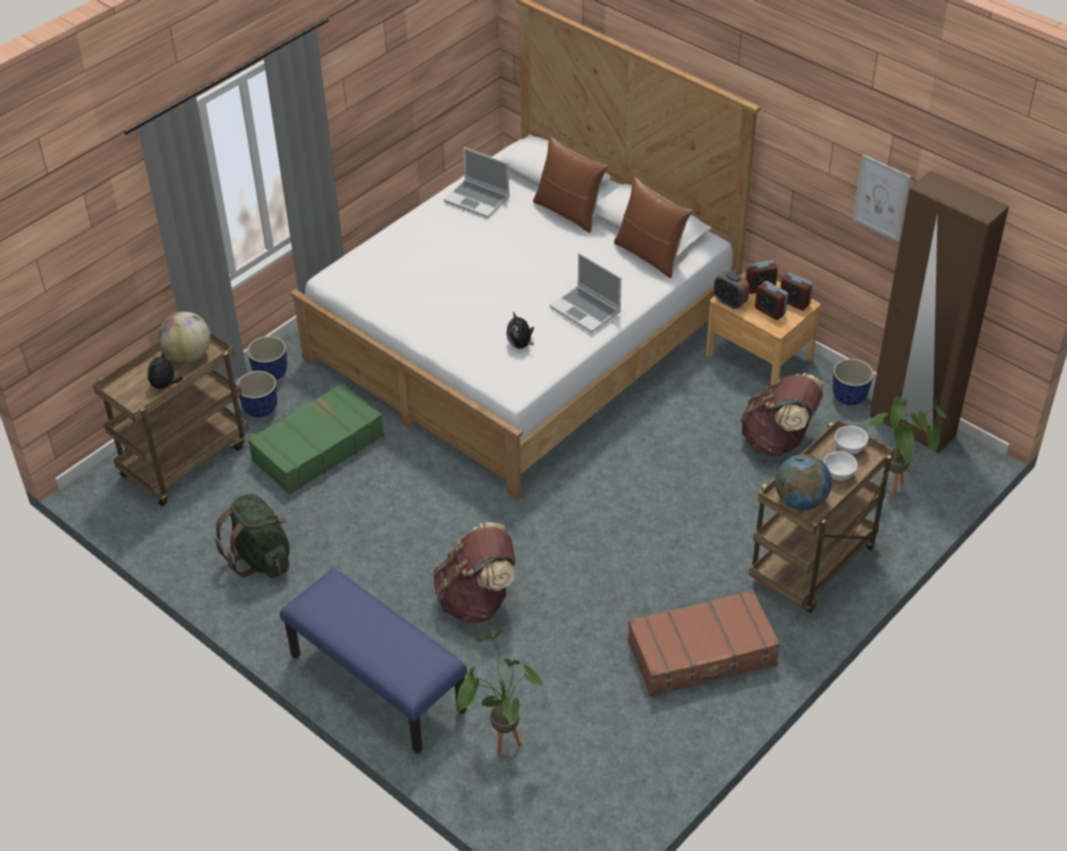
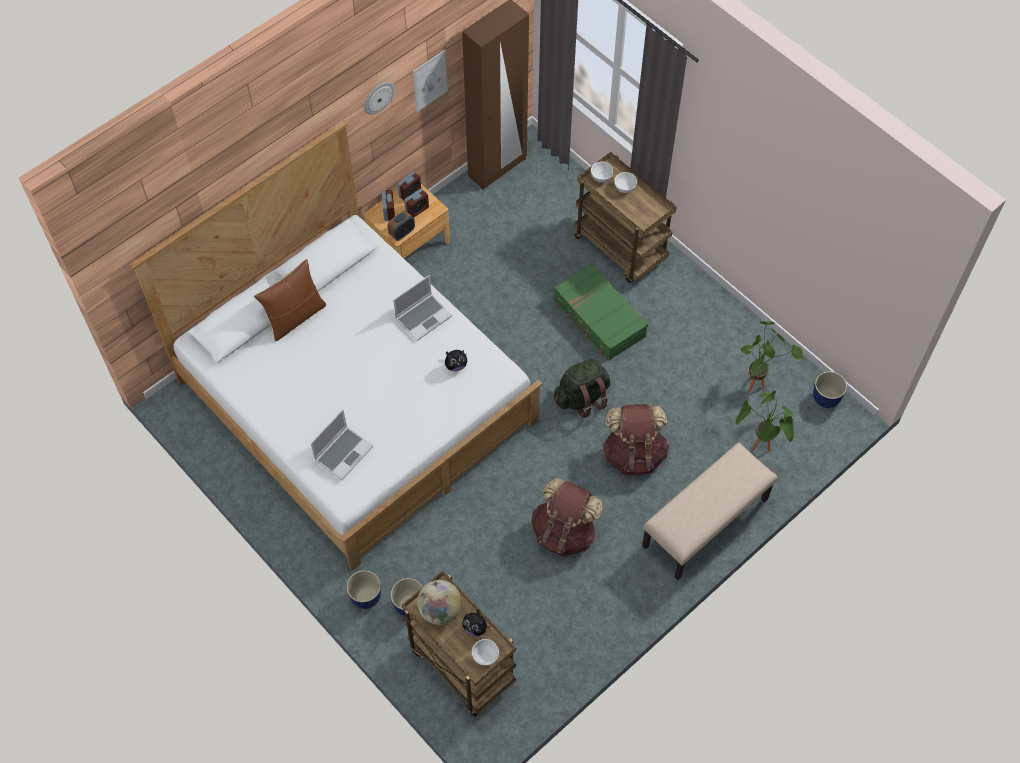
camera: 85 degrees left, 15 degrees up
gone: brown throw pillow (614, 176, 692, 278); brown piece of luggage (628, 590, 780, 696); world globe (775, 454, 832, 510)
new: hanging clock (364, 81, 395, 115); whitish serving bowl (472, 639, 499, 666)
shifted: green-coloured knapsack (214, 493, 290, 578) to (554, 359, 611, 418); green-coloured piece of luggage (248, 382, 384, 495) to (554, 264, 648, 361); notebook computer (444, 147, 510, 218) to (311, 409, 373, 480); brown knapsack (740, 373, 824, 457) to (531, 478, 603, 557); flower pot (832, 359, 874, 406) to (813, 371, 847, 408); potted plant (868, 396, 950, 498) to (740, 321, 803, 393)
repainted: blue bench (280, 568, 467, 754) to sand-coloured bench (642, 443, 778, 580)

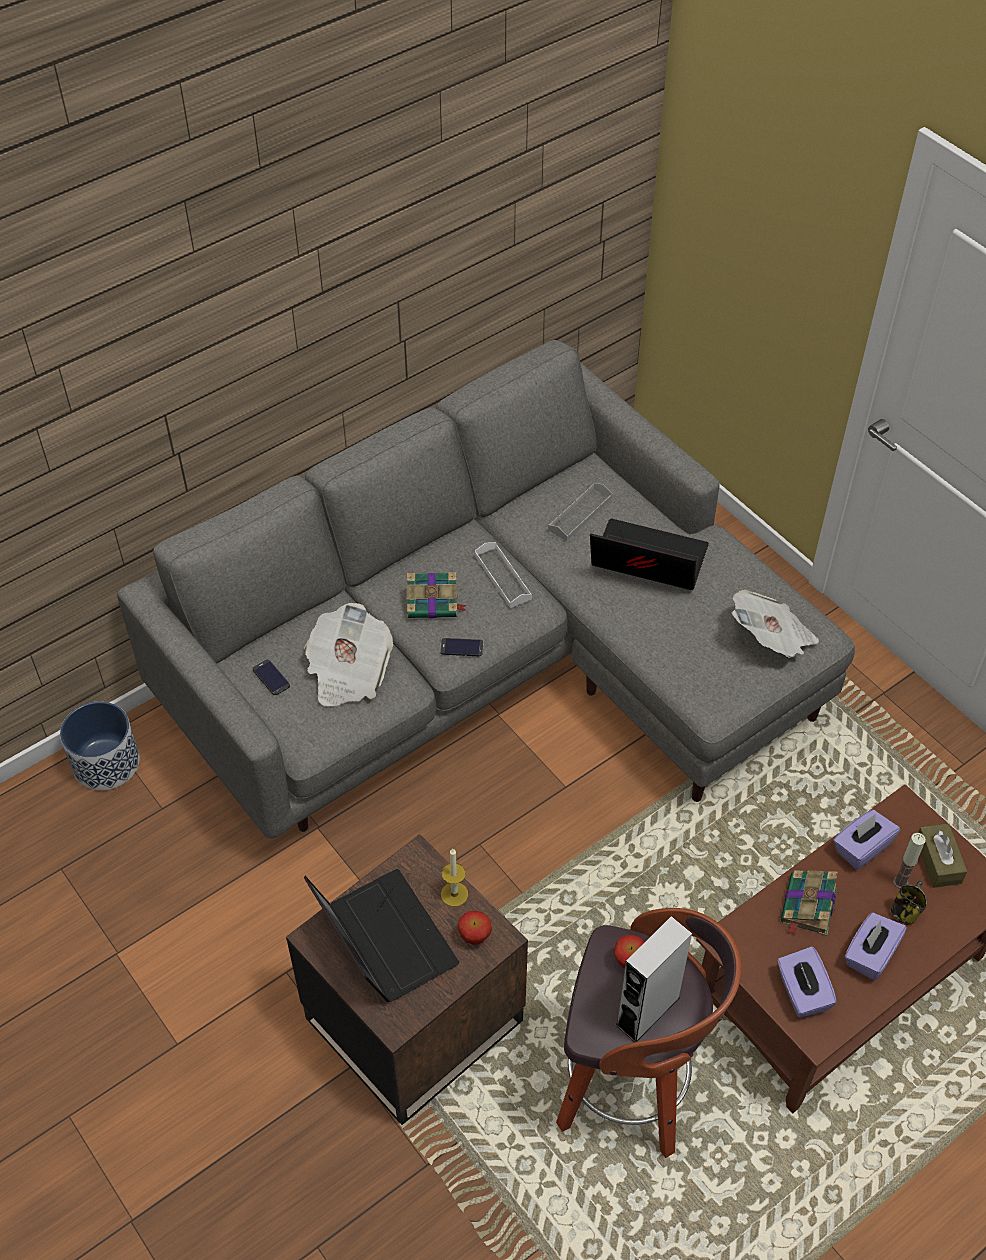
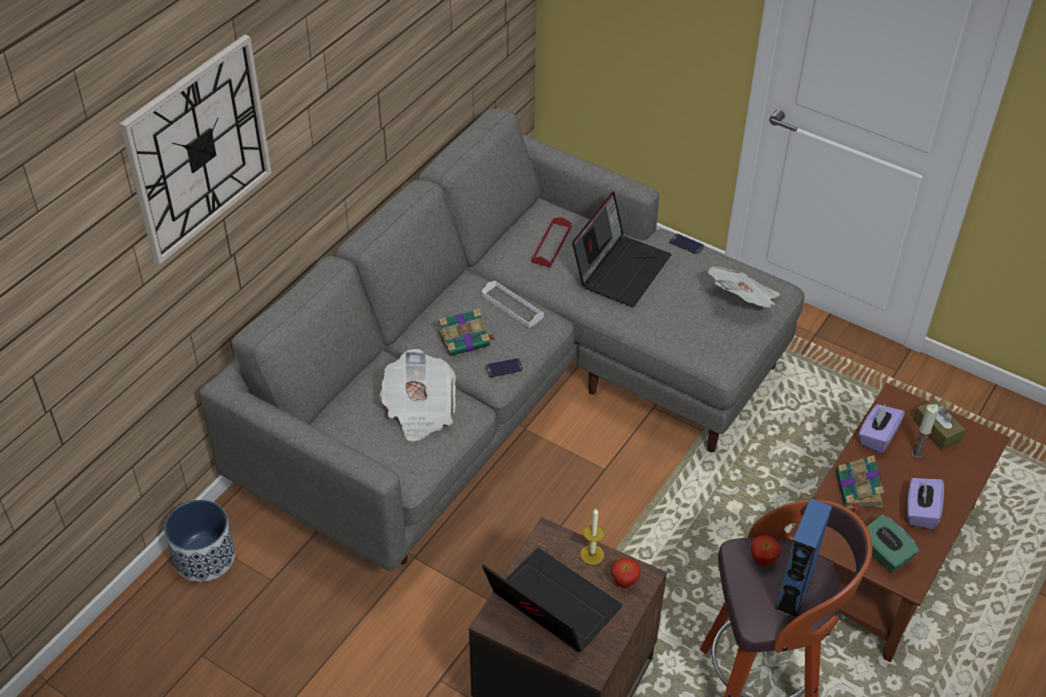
camera: 20 degrees left, 5 degrees down
gone: coffee mug (891, 881, 927, 925)
new: hanging clock (120, 34, 272, 265)
shifted: phone (252, 659, 290, 695) to (669, 233, 704, 254)
repainted: greyish carrying tray (548, 483, 612, 541) to red-coloured carrying tray (532, 217, 572, 268); greyish speaker (615, 916, 692, 1042) to blue speaker (775, 498, 832, 618); purple-coloured tissue holder (777, 946, 837, 1018) to green-coloured tissue holder (867, 514, 919, 572)
rotated: notebook computer (590, 519, 709, 590) = (572, 191, 672, 307) 120 degrees clockwise

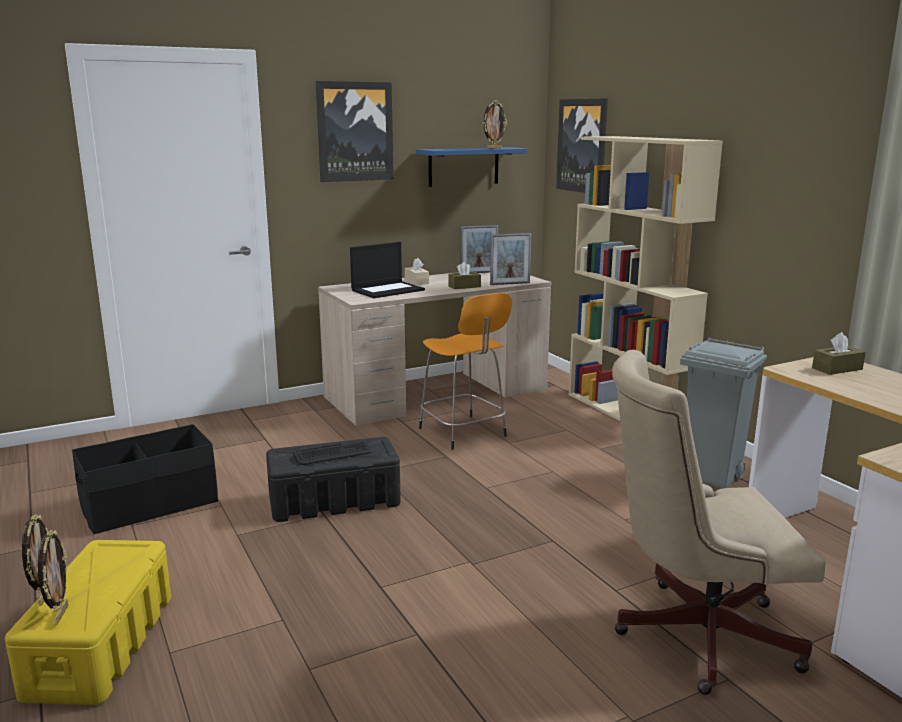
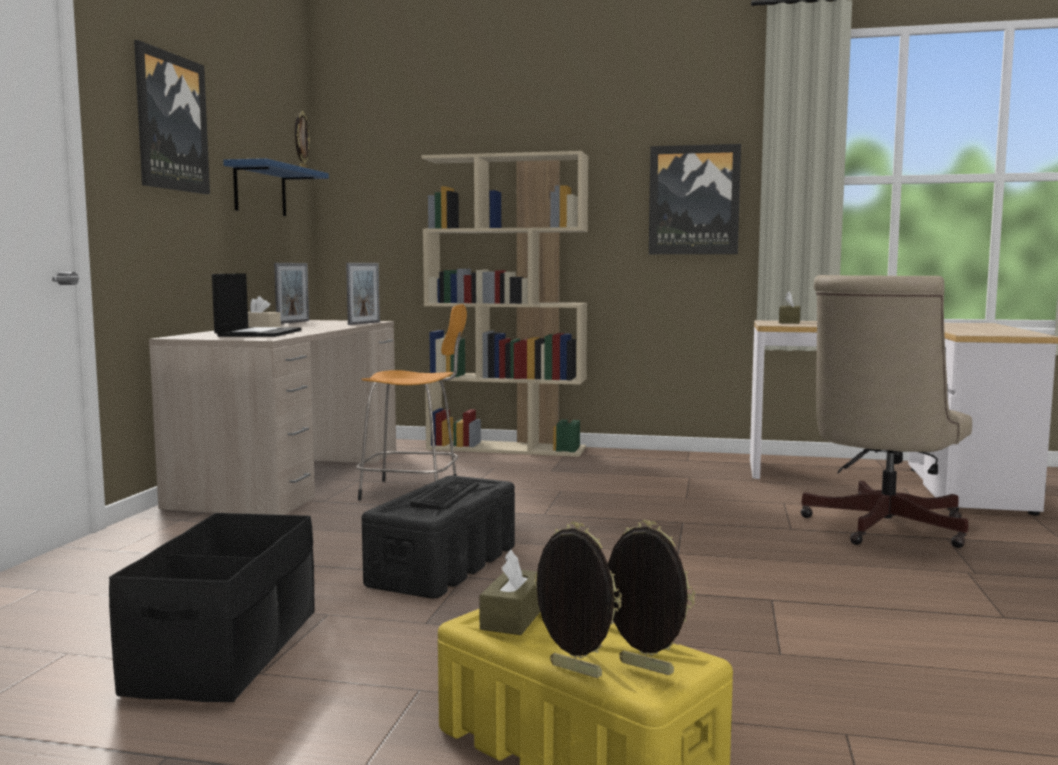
camera: 50 degrees left, 10 degrees down
gone: greyish rubbish bin (680, 338, 767, 489)
shifted: brown tissue holder (448, 262, 481, 289) to (479, 549, 540, 635); wall picture (556, 98, 608, 193) to (649, 144, 741, 254)

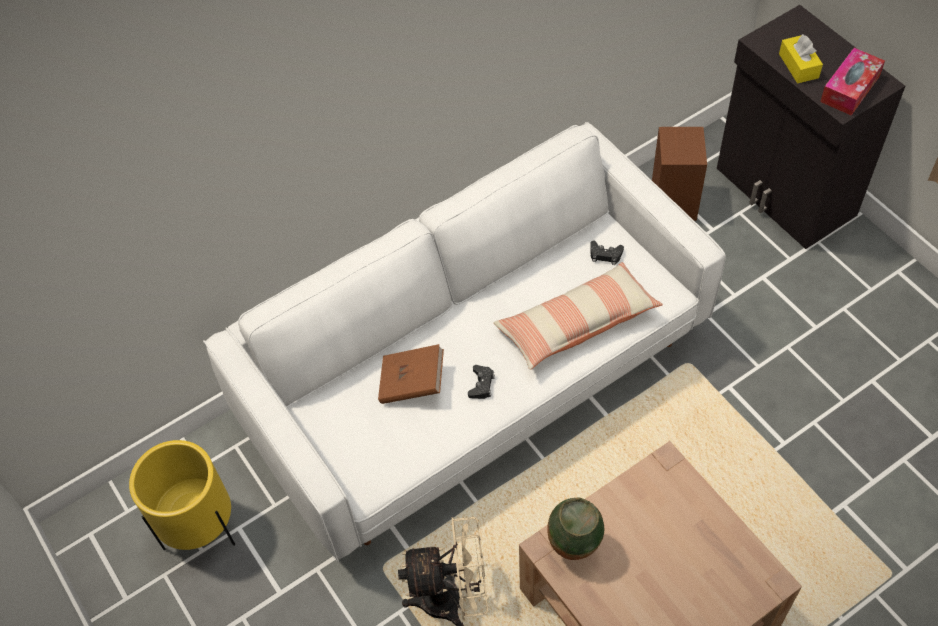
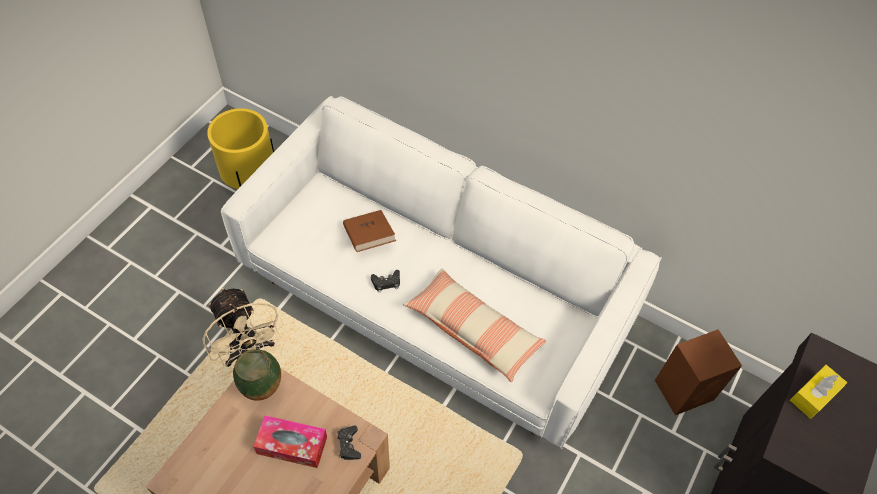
camera: 60 degrees right, 0 degrees up
shifted: black joypad (590, 241, 624, 265) to (337, 425, 361, 460); tissue holder (820, 48, 885, 115) to (253, 415, 327, 468)

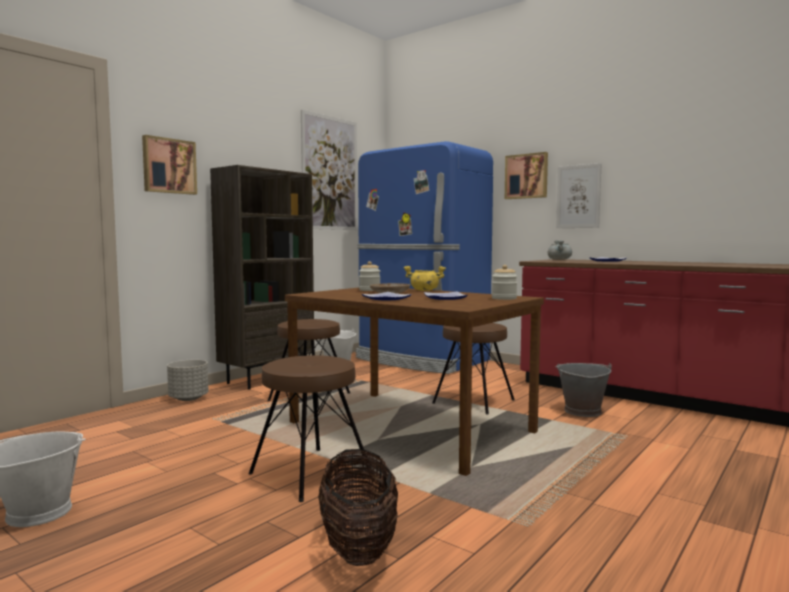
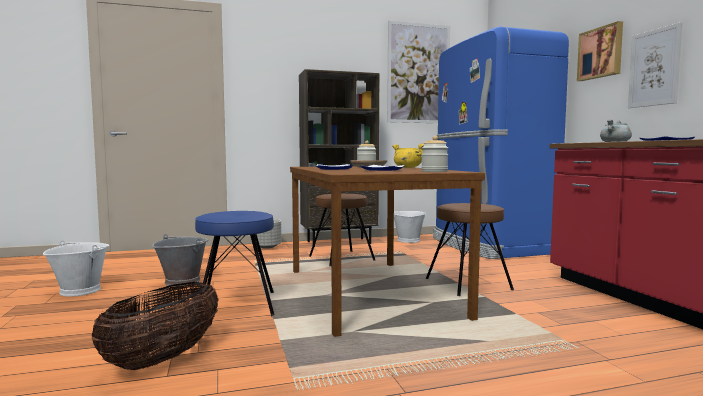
camera: 35 degrees right, 0 degrees up
gone: wall picture (142, 135, 197, 195)
shifted: greyish pail (556, 363, 612, 417) to (152, 234, 208, 287)
repainted: brown sitting stool (249, 355, 371, 502) to blue sitting stool (195, 211, 275, 316)

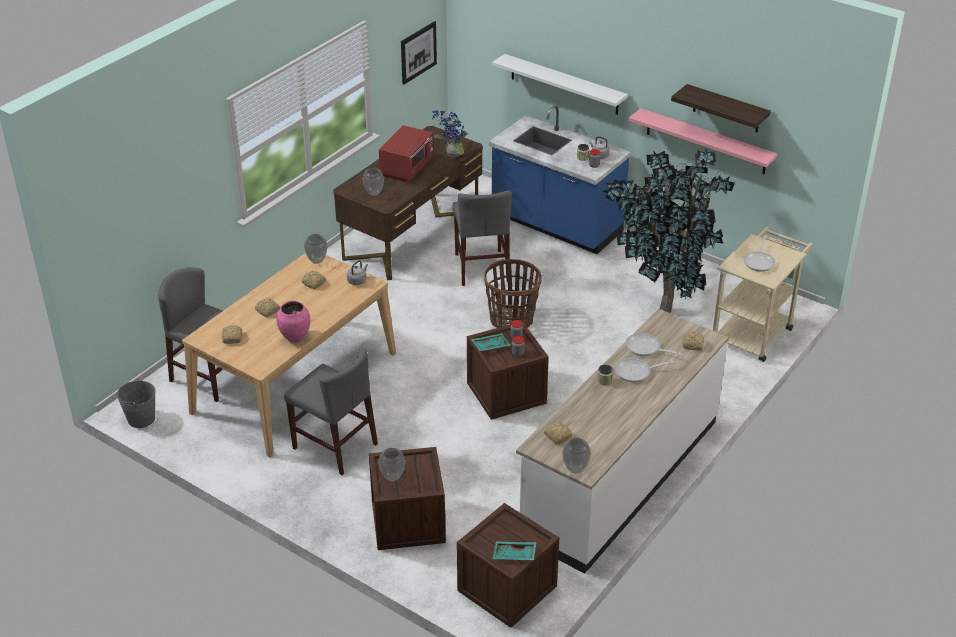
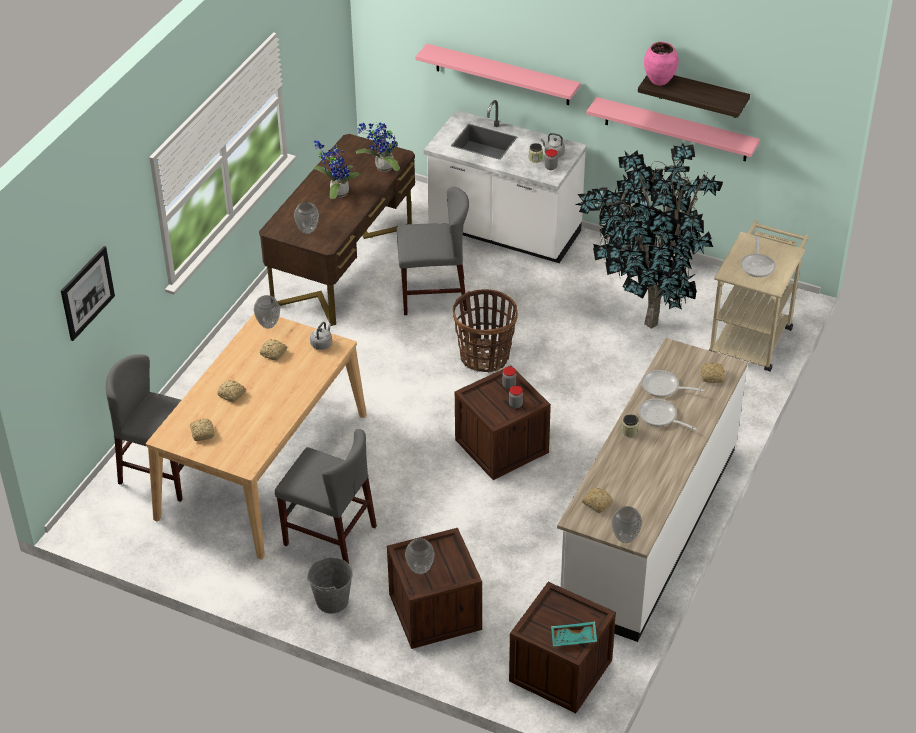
camera: 10 degrees left, 5 degrees up
gone: blue-green carrying tray (471, 333, 510, 351)
shifted: greyish pail (116, 379, 156, 428) to (307, 556, 353, 613); pinkish decorative vase (276, 301, 310, 343) to (644, 42, 679, 85); wall picture (401, 21, 437, 85) to (61, 246, 115, 341)
swapped: red-coloured microwave oven (379, 125, 434, 182) to potted plant (313, 140, 359, 199)
repainted: blue counter (489, 106, 631, 254) to whitish counter (424, 100, 587, 263); whitish shelf (492, 54, 628, 115) to pinkish shelf (415, 44, 581, 105)
rotated: greyish plain chair (453, 190, 512, 286) = (397, 187, 469, 315) 75 degrees counterclockwise; frying pan (615, 358, 674, 382) = (638, 398, 697, 430) 60 degrees clockwise

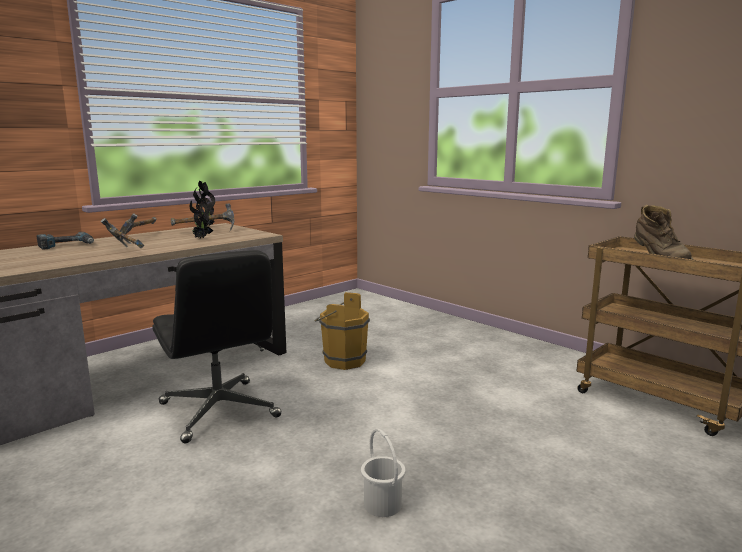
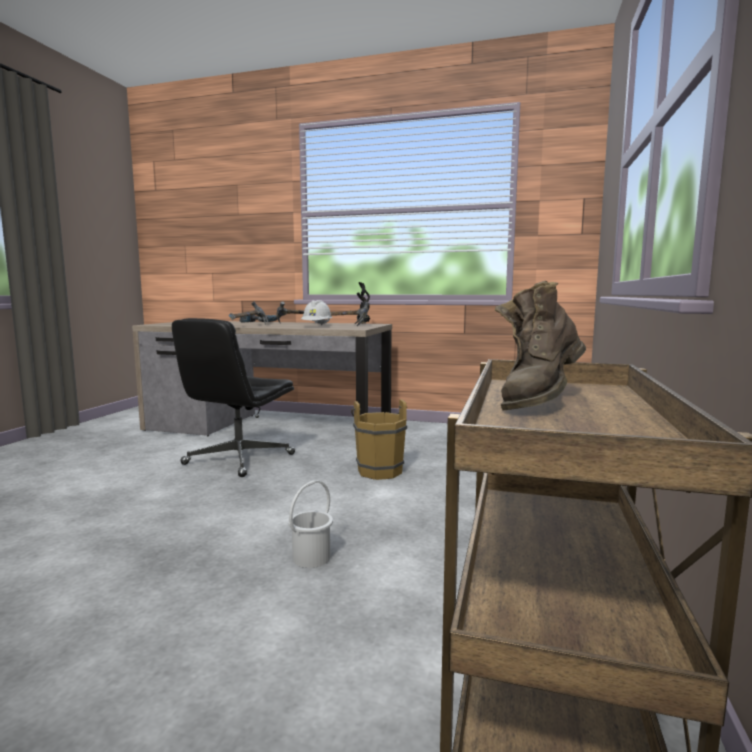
camera: 60 degrees right, 5 degrees down
shifted: whitish pail (361, 429, 405, 517) to (288, 480, 333, 568)
swapped: potted plant (190, 188, 213, 238) to whitish safety helmet (301, 300, 332, 325)

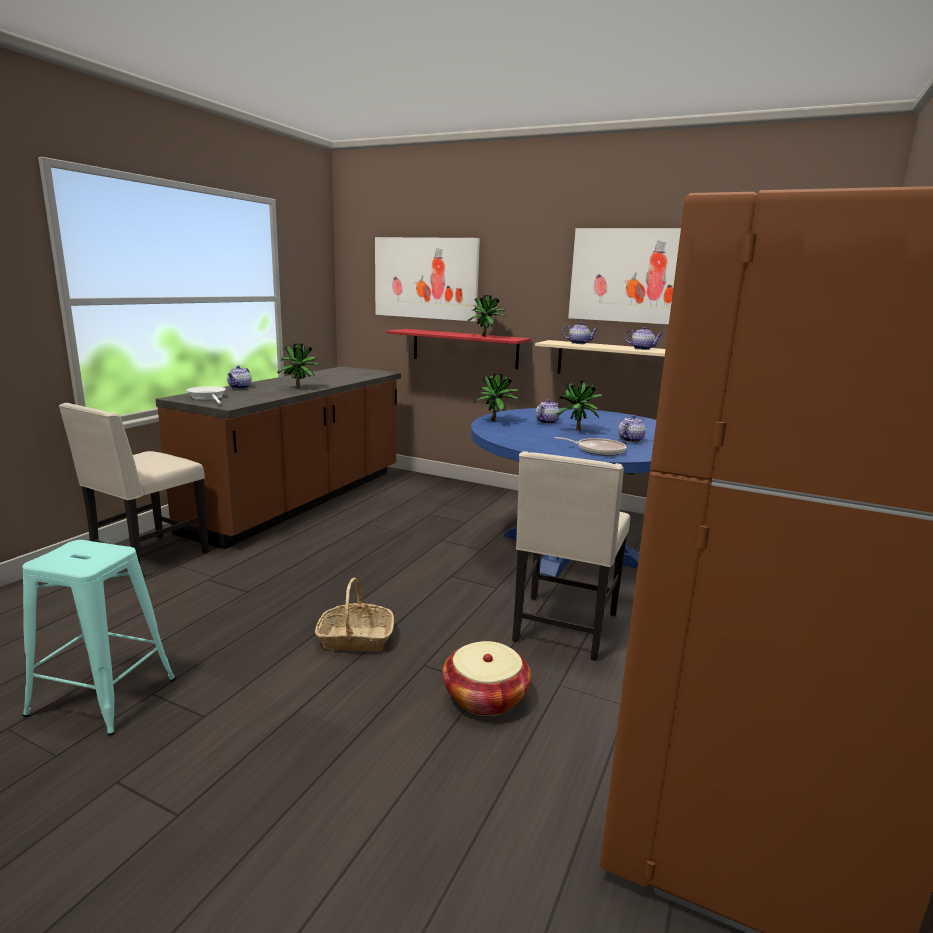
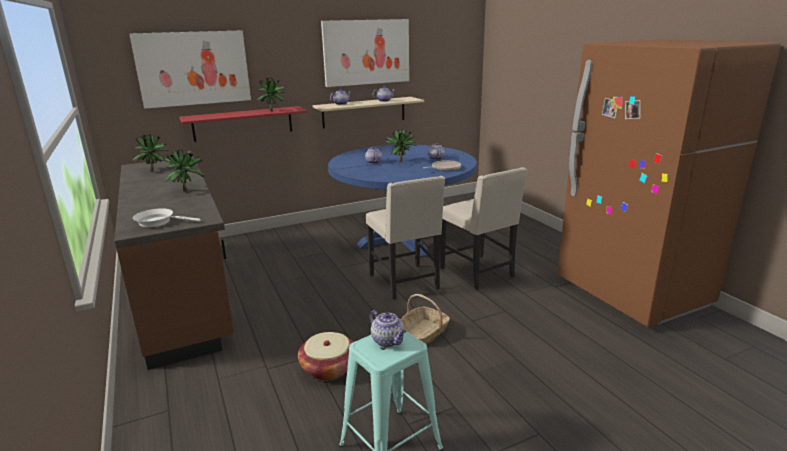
camera: 50 degrees left, 5 degrees up
shifted: sand-coloured plain chair (59, 403, 209, 564) to (366, 176, 445, 300); teapot (227, 366, 252, 389) to (369, 310, 406, 347); basket (442, 641, 531, 716) to (298, 332, 353, 381); potted plant (474, 374, 520, 422) to (132, 134, 169, 172)

